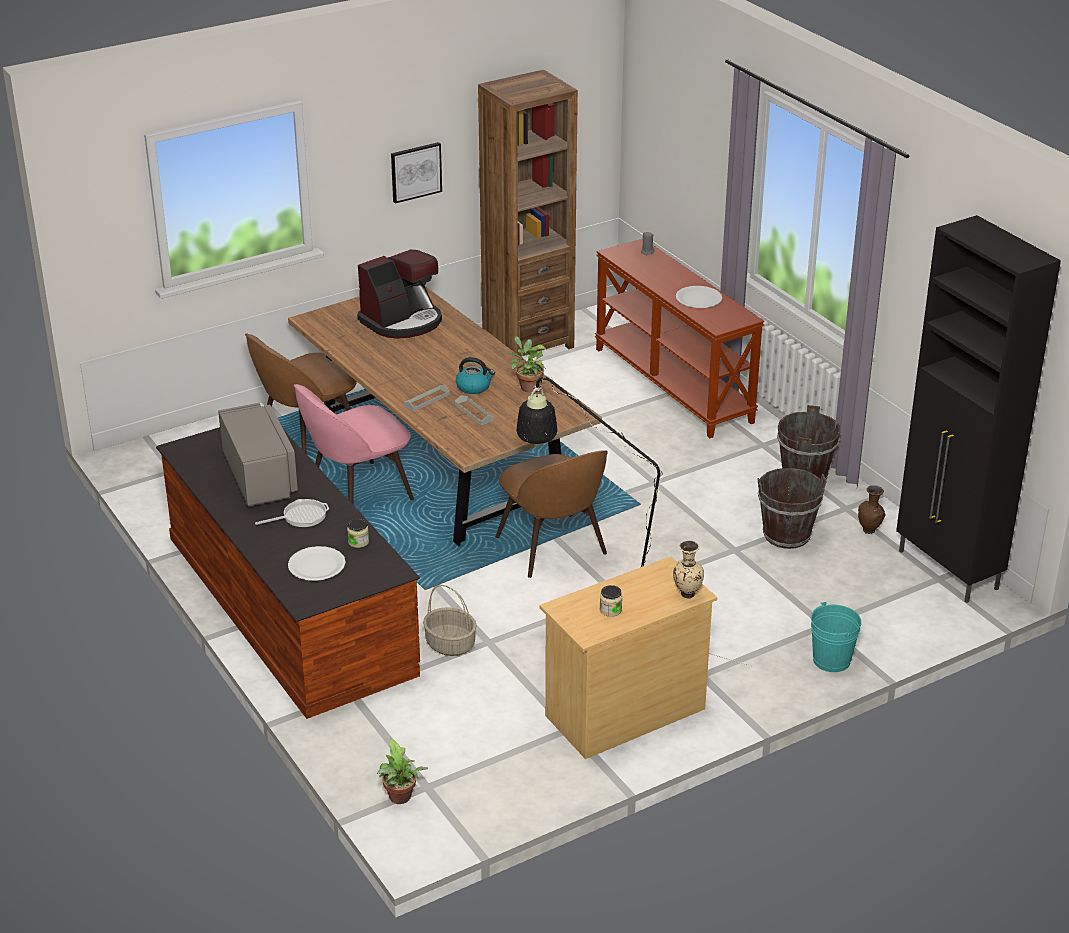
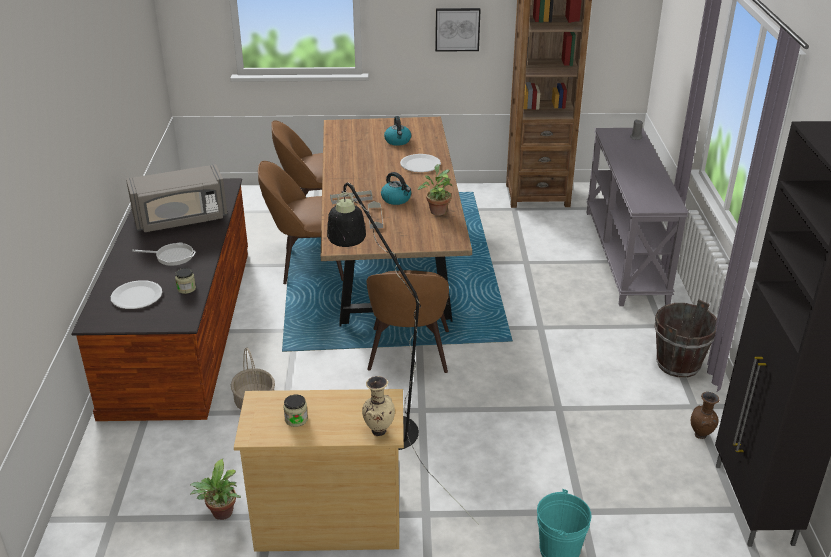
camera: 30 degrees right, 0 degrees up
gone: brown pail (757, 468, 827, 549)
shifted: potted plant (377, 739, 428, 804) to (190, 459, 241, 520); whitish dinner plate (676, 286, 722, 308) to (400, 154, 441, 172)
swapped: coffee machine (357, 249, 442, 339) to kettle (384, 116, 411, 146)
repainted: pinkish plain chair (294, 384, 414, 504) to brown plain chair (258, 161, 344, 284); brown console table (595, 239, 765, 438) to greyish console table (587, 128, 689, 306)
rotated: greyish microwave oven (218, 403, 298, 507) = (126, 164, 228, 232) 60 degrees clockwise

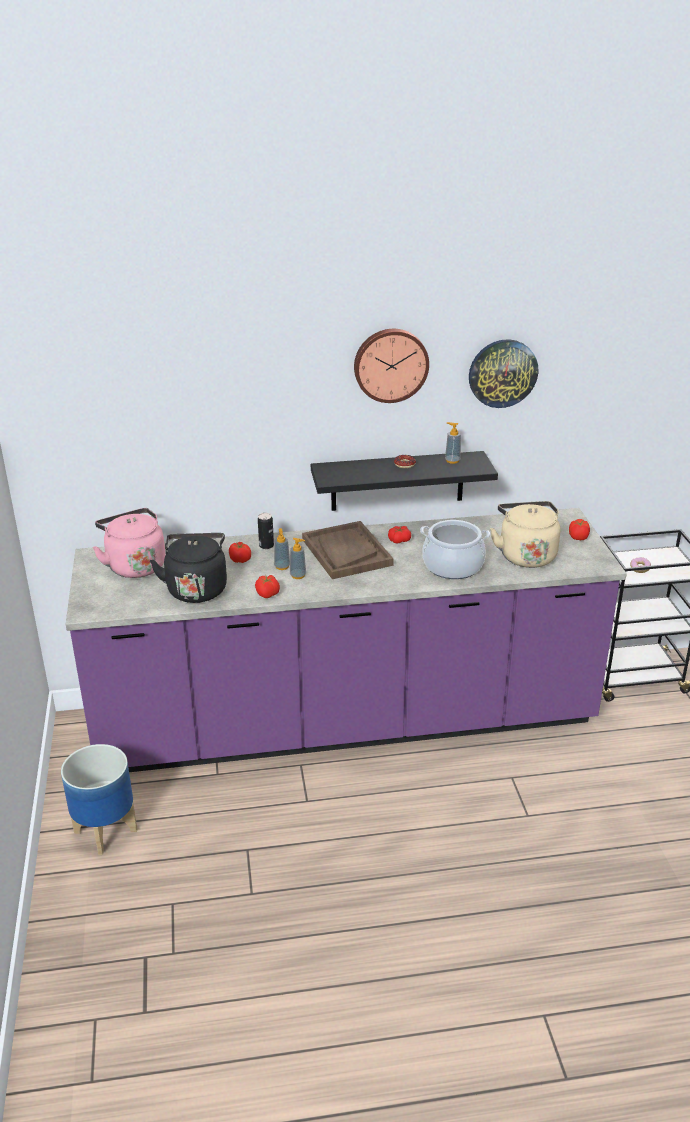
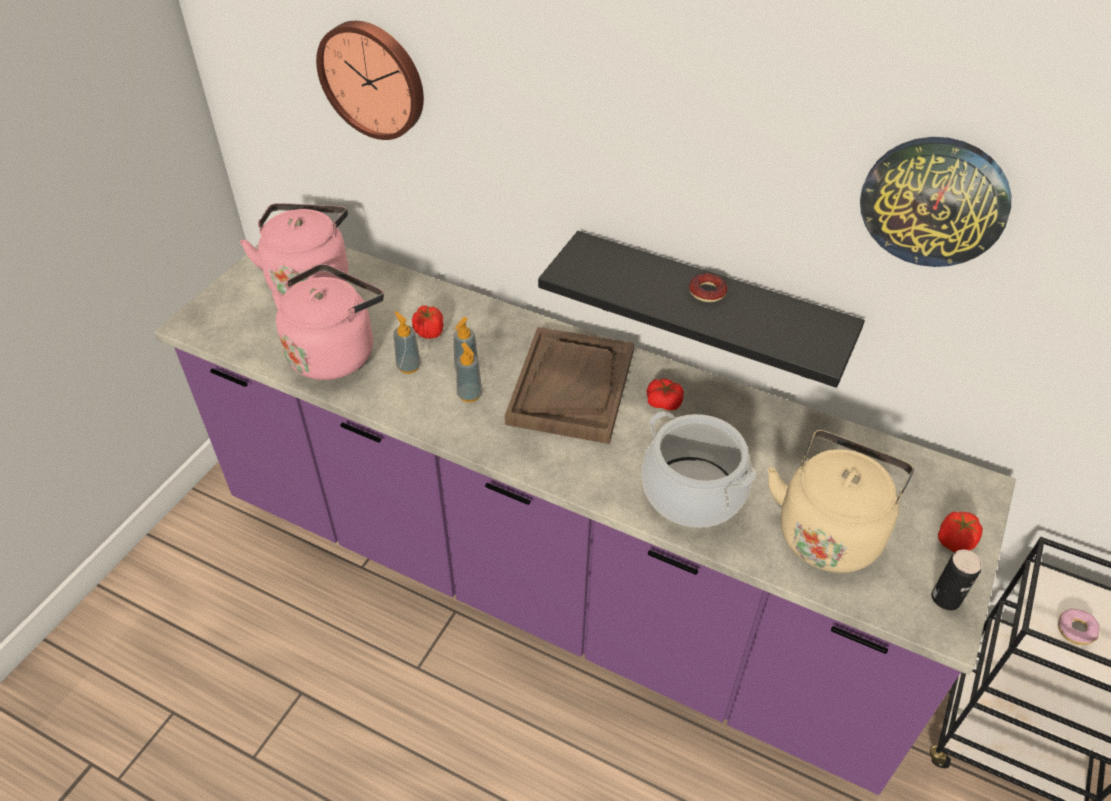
camera: 35 degrees right, 15 degrees up
gone: flower pot (61, 744, 137, 855); tomato (255, 575, 280, 598)
shifted: can (258, 513, 274, 549) to (932, 550, 982, 610); hanging clock (354, 329, 429, 403) to (316, 21, 424, 140); liquid soap bottle (445, 422, 461, 464) to (393, 312, 421, 374)
repainted: black kettle (150, 533, 227, 603) to pinkish kettle (272, 264, 384, 380)

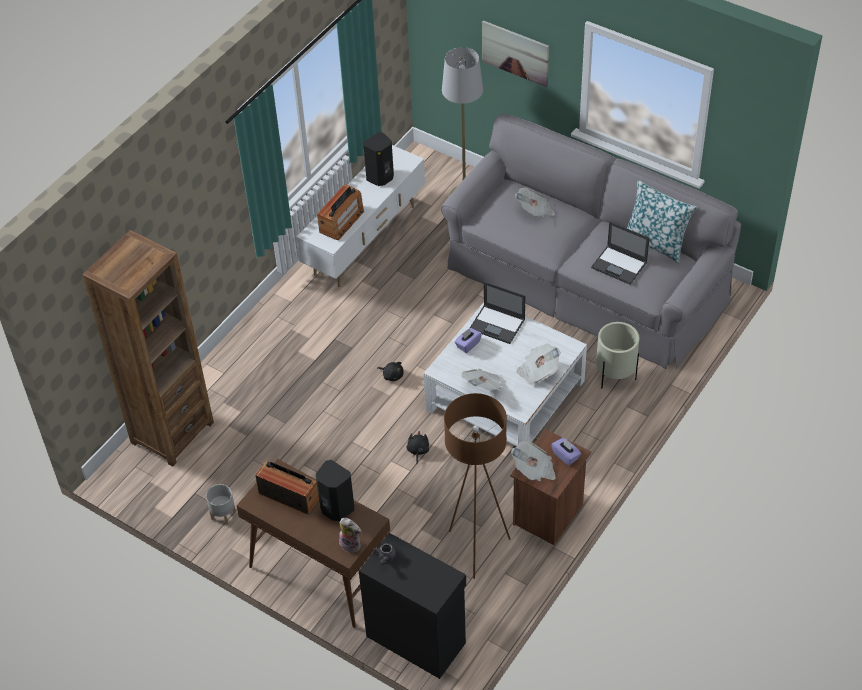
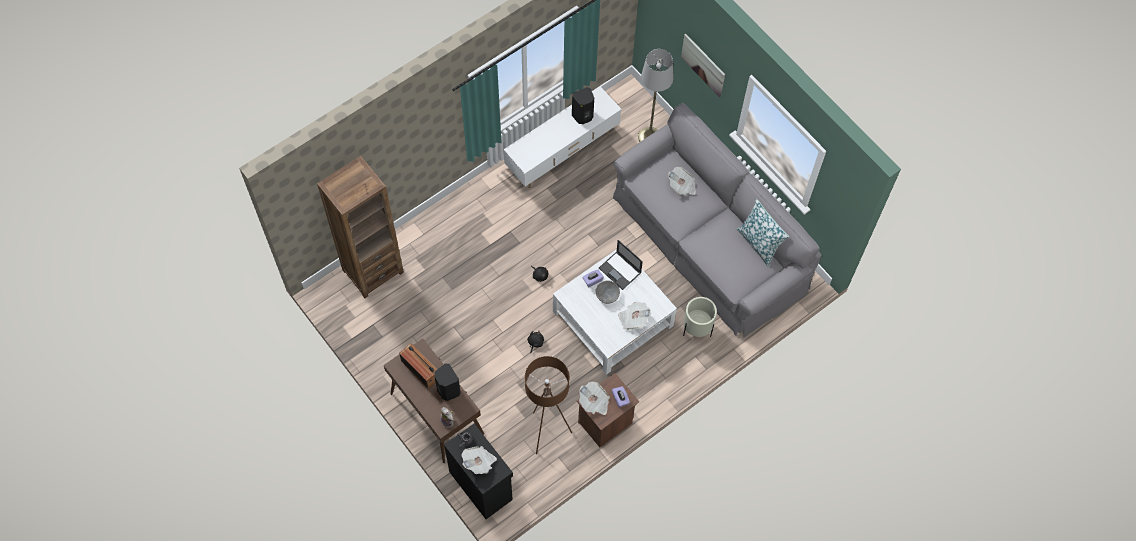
camera: 15 degrees right, 15 degrees up
gone: greyish flower pot (206, 484, 236, 525); radio (317, 184, 364, 240); notebook computer (591, 222, 650, 285)
new: greyish serving bowl (595, 281, 620, 304)
shifted: daily paper (462, 369, 503, 390) to (462, 446, 497, 474)

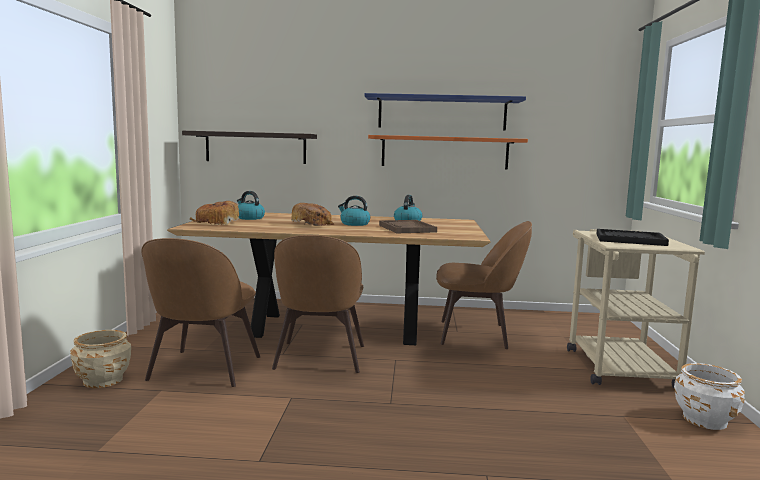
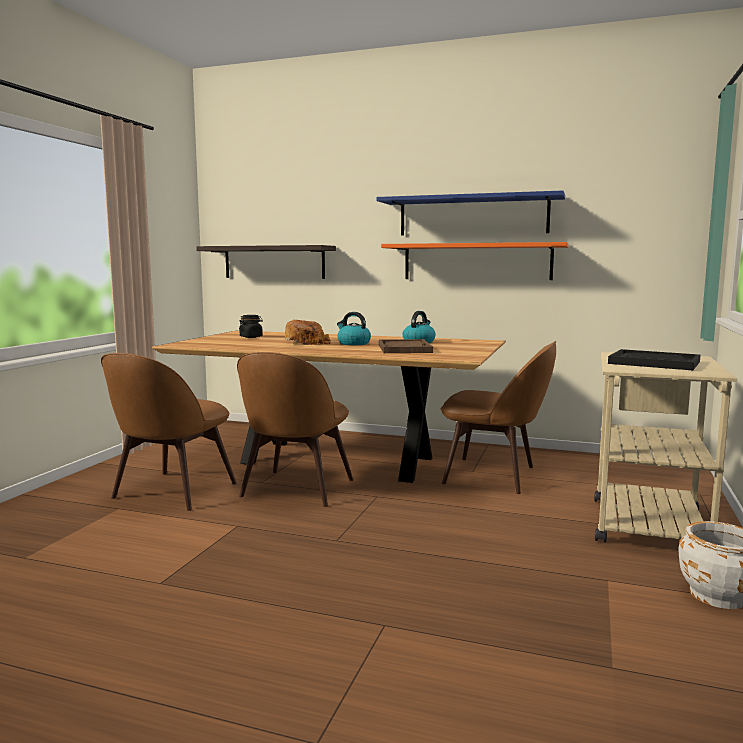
camera: 15 degrees right, 0 degrees up
gone: sand-coloured flower pot (70, 330, 131, 388); bakery bread (190, 201, 239, 225)
swapped: kettle (237, 191, 265, 220) to black jar (239, 315, 263, 338)

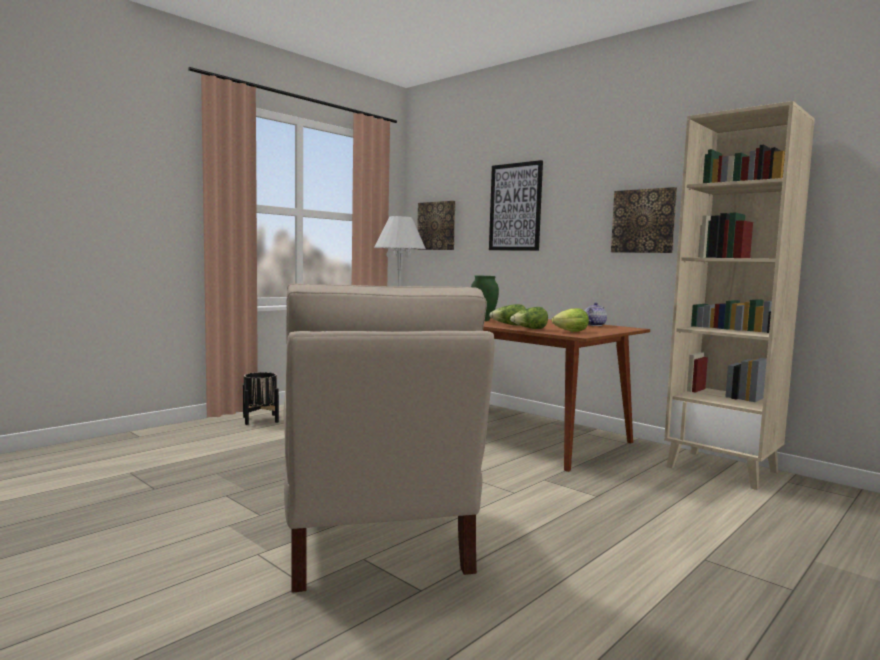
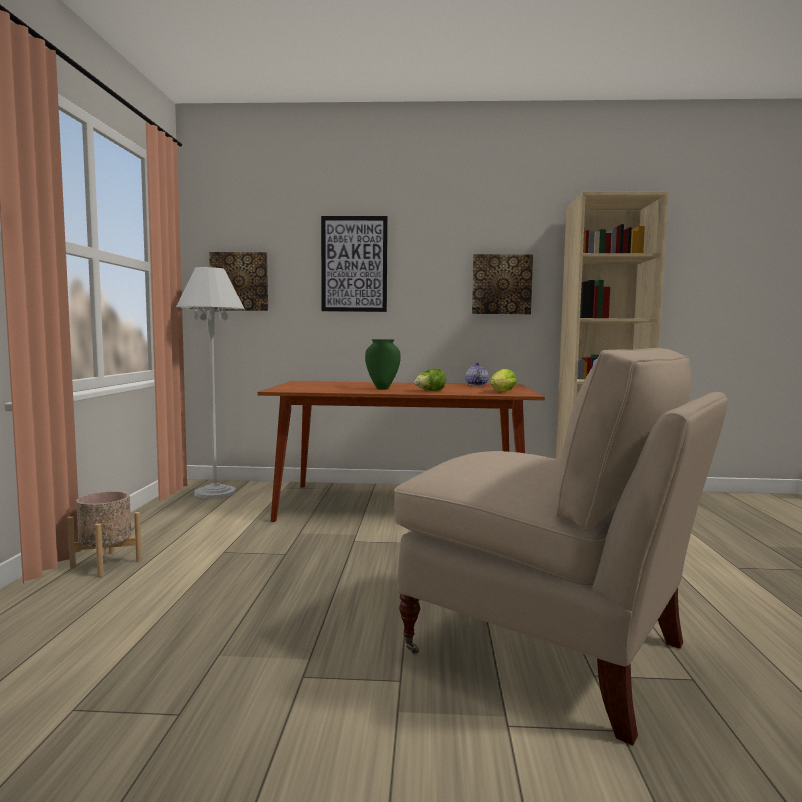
camera: 40 degrees left, 0 degrees up
gone: lettuce (510, 307, 548, 329)
repainted: black flower pot (243, 372, 279, 425) to sand-coloured flower pot (67, 491, 142, 577)

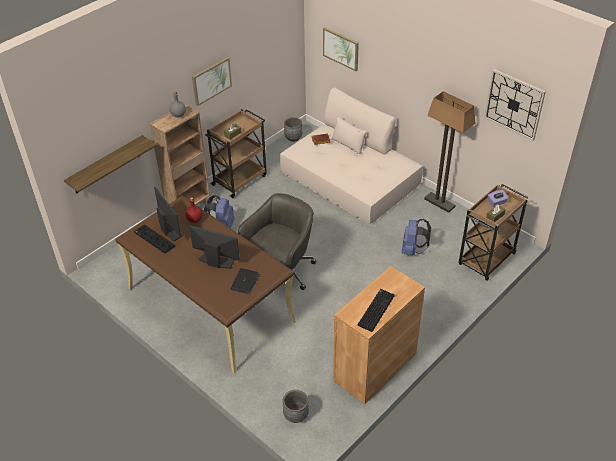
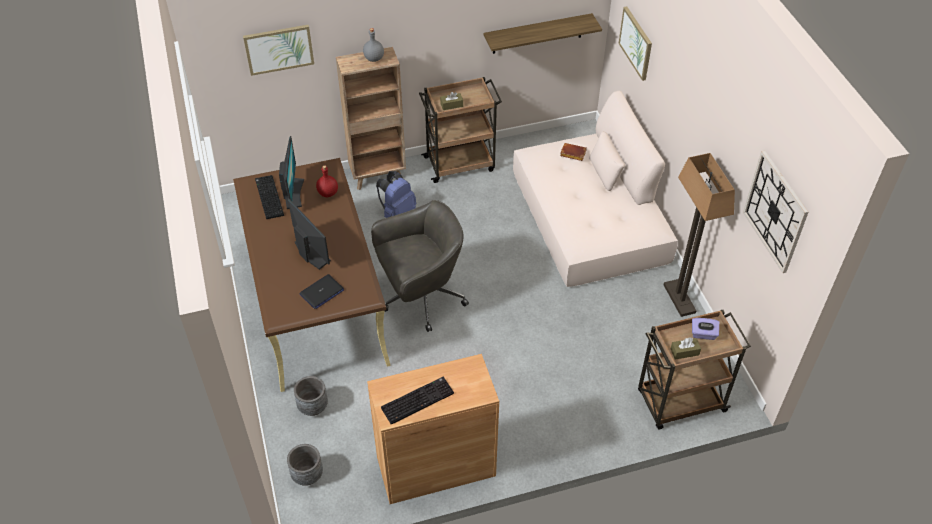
camera: 30 degrees right, 5 degrees up
gone: blue knapsack (402, 219, 431, 255)
shifted: shelf (64, 135, 157, 194) to (484, 13, 602, 54); wall picture (192, 57, 232, 106) to (243, 25, 314, 76); greyish flower pot (284, 117, 302, 142) to (294, 376, 328, 416)

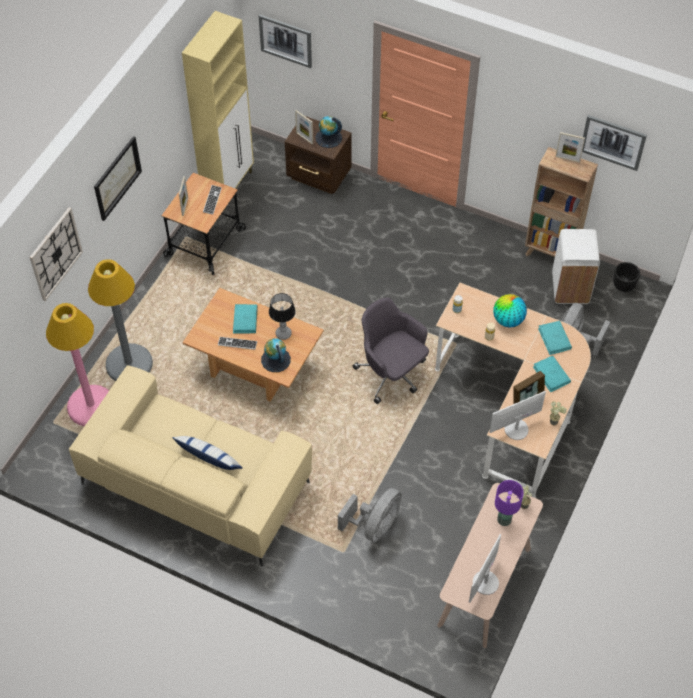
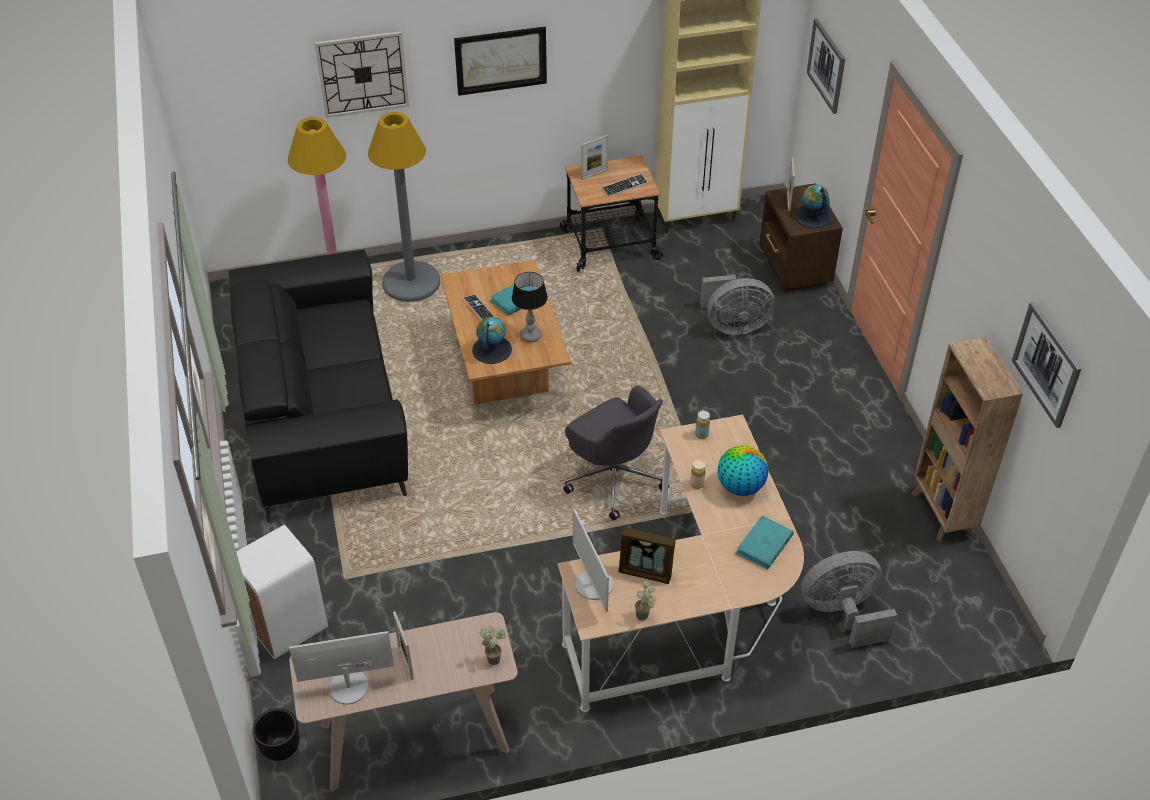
camera: 50 degrees right, 10 degrees down
gone: throw pillow (172, 436, 242, 470); purple-coloured tabletop lamp (495, 480, 524, 526); blue-green book (533, 356, 571, 392)
shifted: greyish fan (338, 488, 402, 542) to (700, 275, 775, 335); whitish rubbish bin (552, 229, 600, 304) to (236, 525, 328, 659); standing frame (556, 132, 585, 163) to (393, 611, 414, 680); black flower pot (613, 262, 640, 292) to (253, 708, 300, 761)
repainted: sand-coloured sofa (69, 365, 312, 566) to black sofa (229, 250, 408, 522)
rotated: greyish computer chair (352, 298, 429, 404) = (563, 385, 669, 521) 135 degrees clockwise; monitor (489, 391, 546, 440) = (573, 509, 613, 612) 135 degrees counterclockwise

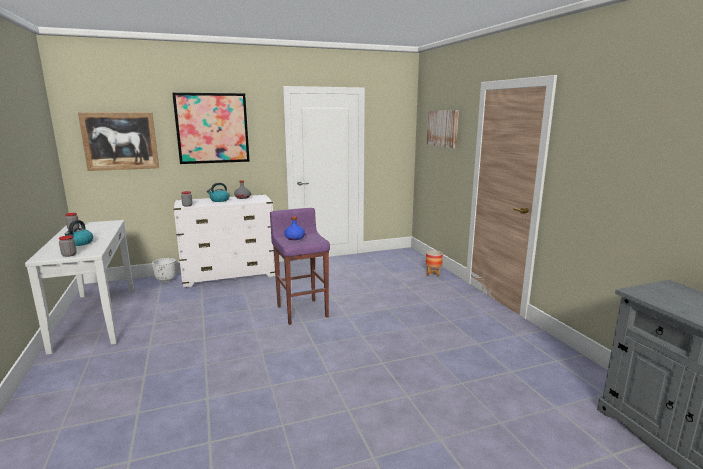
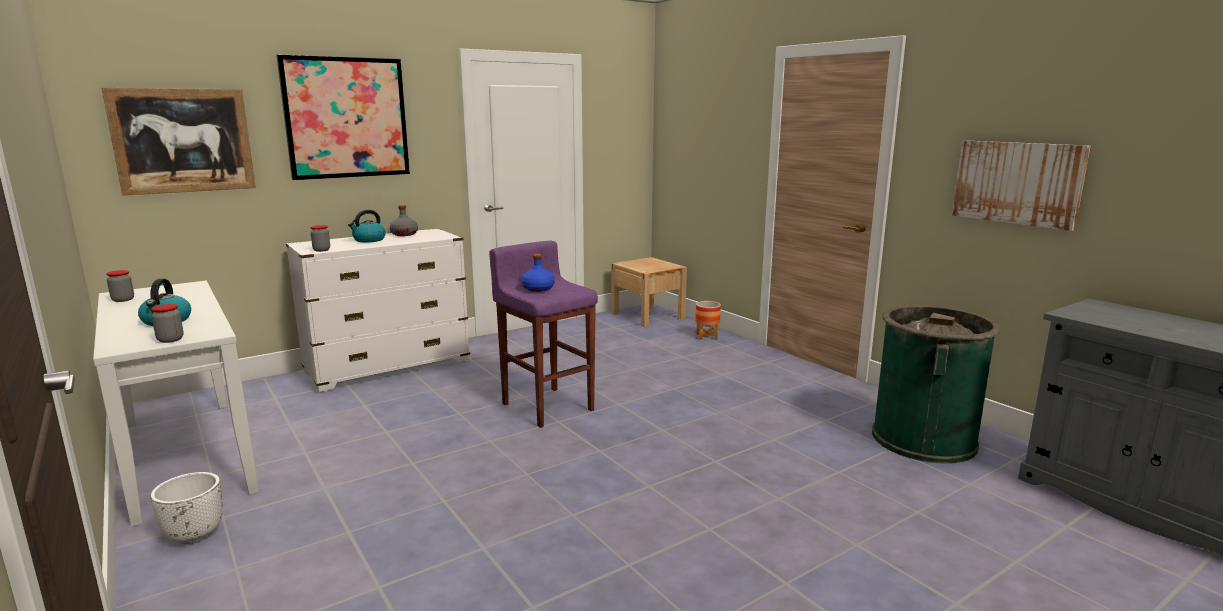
camera: 15 degrees left, 0 degrees up
new: sand-coloured bedside table (611, 257, 687, 327); green-coloured rubbish bin (872, 306, 1000, 464)
shifted: whitish flower pot (152, 258, 176, 283) to (150, 472, 223, 544); wall picture (427, 110, 459, 148) to (952, 141, 1091, 231)

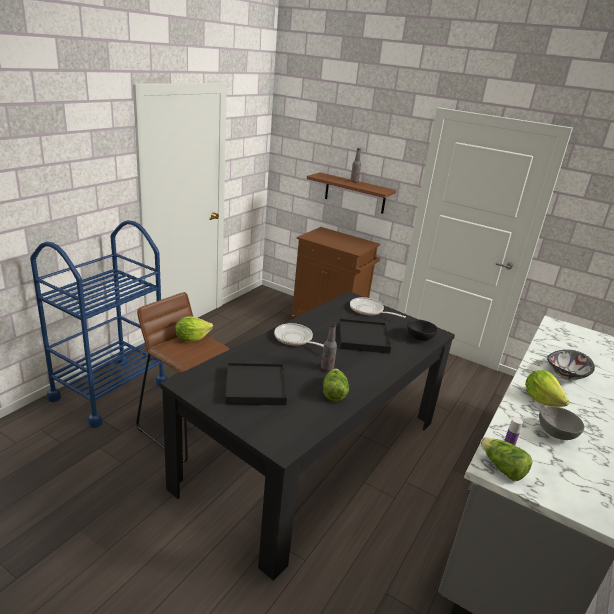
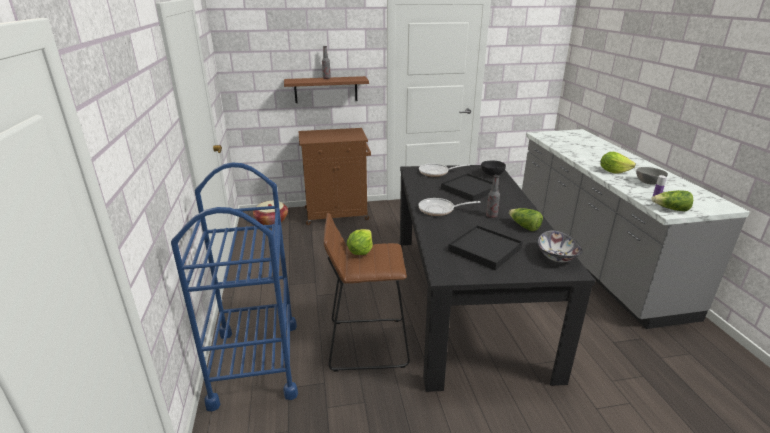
camera: 40 degrees left, 0 degrees up
new: basket (253, 201, 288, 225)
shifted: serving bowl (547, 350, 595, 380) to (537, 230, 583, 262)

